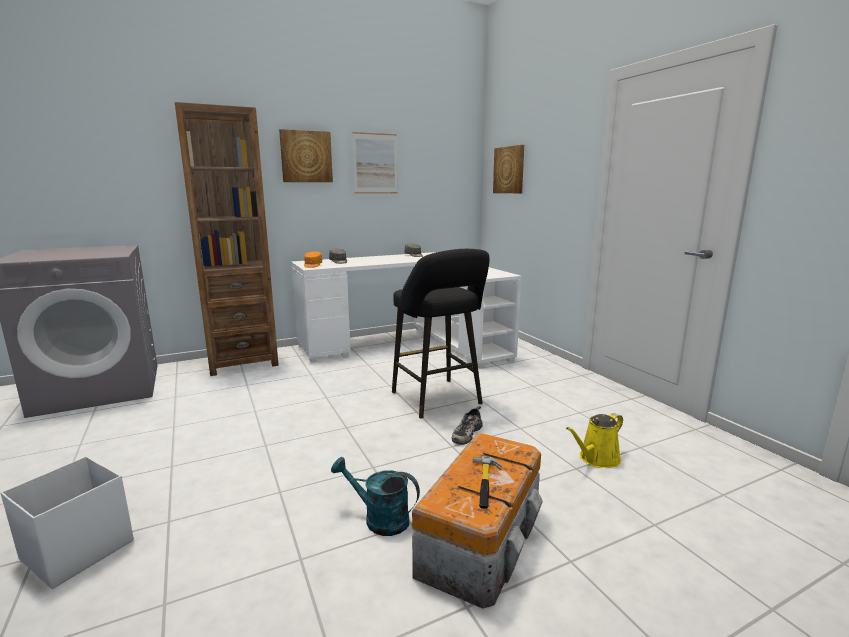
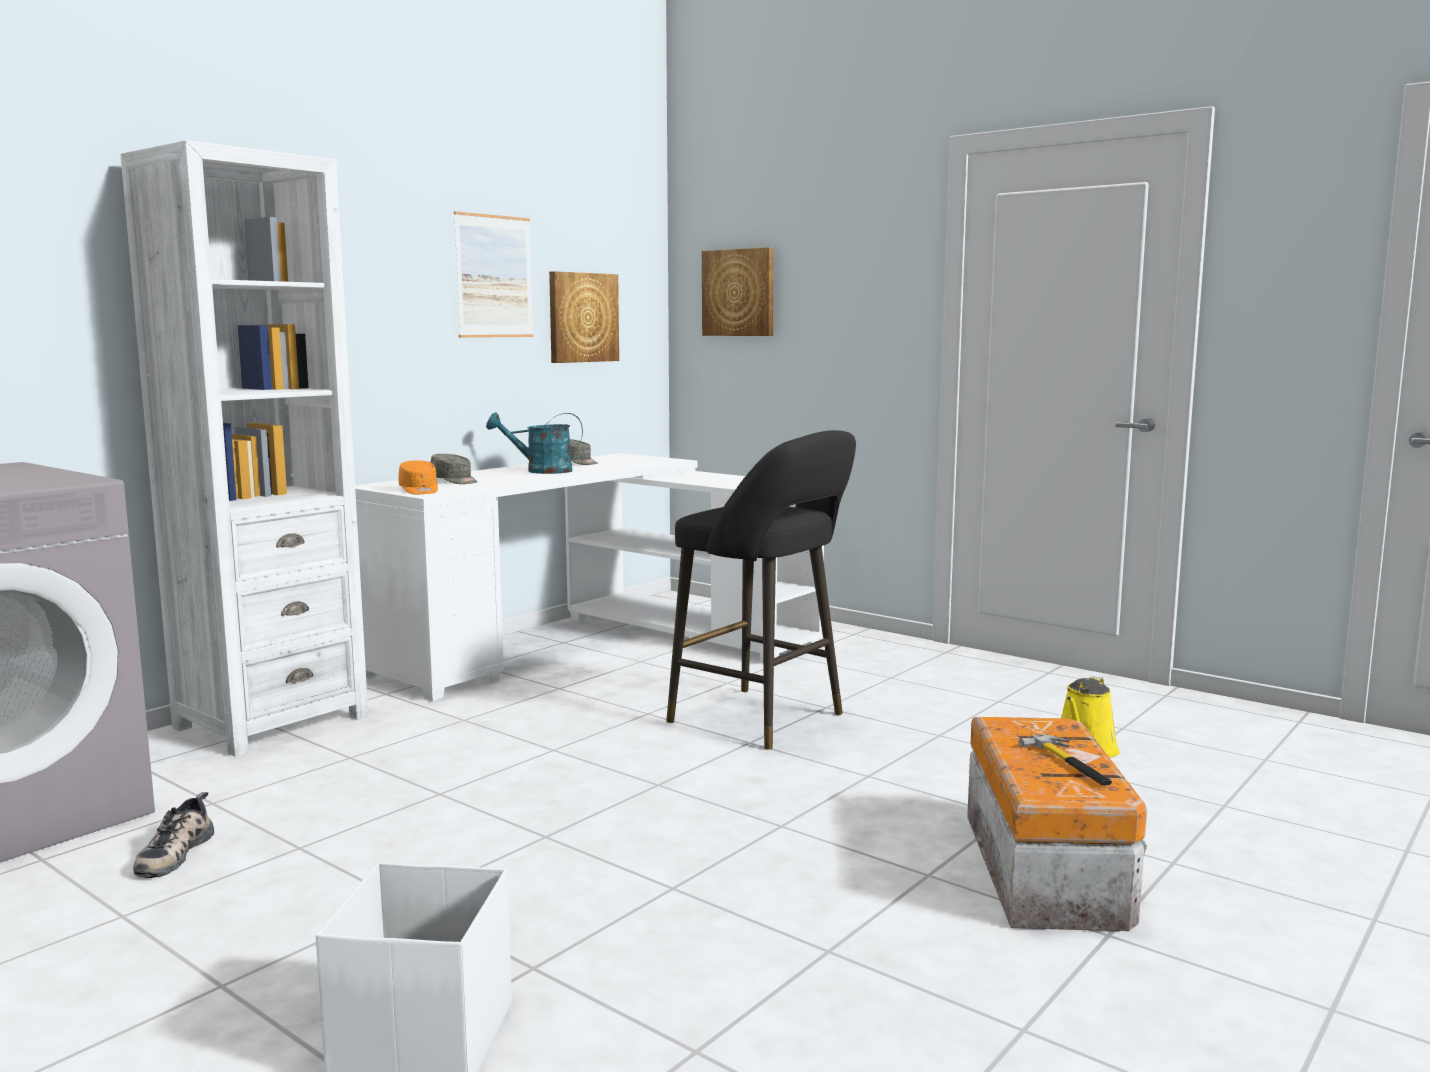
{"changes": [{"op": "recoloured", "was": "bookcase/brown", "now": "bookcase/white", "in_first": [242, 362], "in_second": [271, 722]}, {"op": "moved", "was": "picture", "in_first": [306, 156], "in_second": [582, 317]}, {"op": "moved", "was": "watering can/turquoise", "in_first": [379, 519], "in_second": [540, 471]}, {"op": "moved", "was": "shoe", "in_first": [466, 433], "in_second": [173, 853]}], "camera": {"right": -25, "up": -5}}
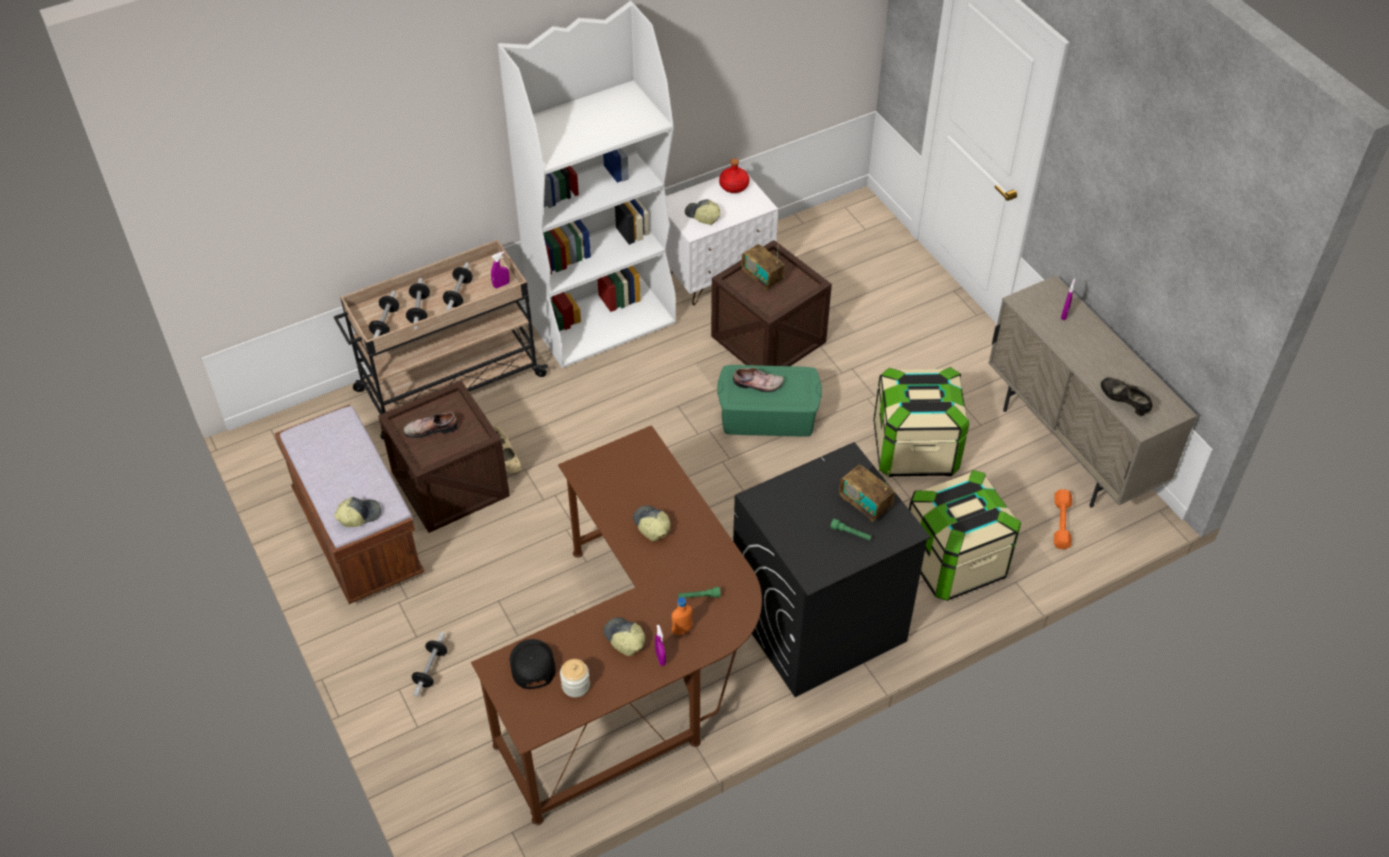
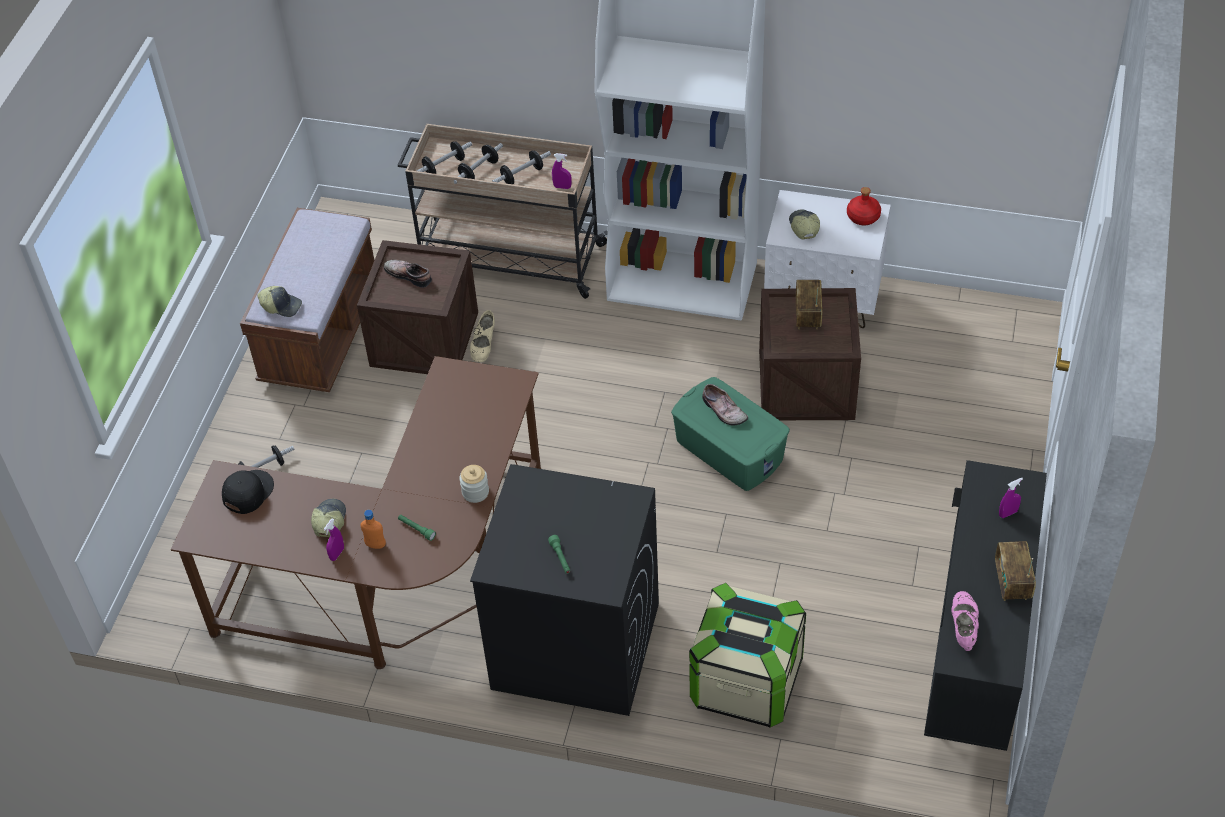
{"changes": [{"op": "moved", "was": "jar", "in_first": [575, 685], "in_second": [475, 492]}, {"op": "removed", "was": "cap", "in_first": [651, 526]}, {"op": "moved", "was": "radio", "in_first": [865, 504], "in_second": [1012, 582]}, {"op": "removed", "was": "storage box", "in_first": [914, 449]}, {"op": "recoloured", "was": "cabinet/beige", "now": "cabinet/black", "in_first": [1069, 447], "in_second": [973, 663]}, {"op": "removed", "was": "dumbbell/orange", "in_first": [1061, 523]}, {"op": "recoloured", "was": "shoe/black", "now": "shoe/pink", "in_first": [1123, 403], "in_second": [963, 628]}], "camera": {"right": 45, "up": 0}}
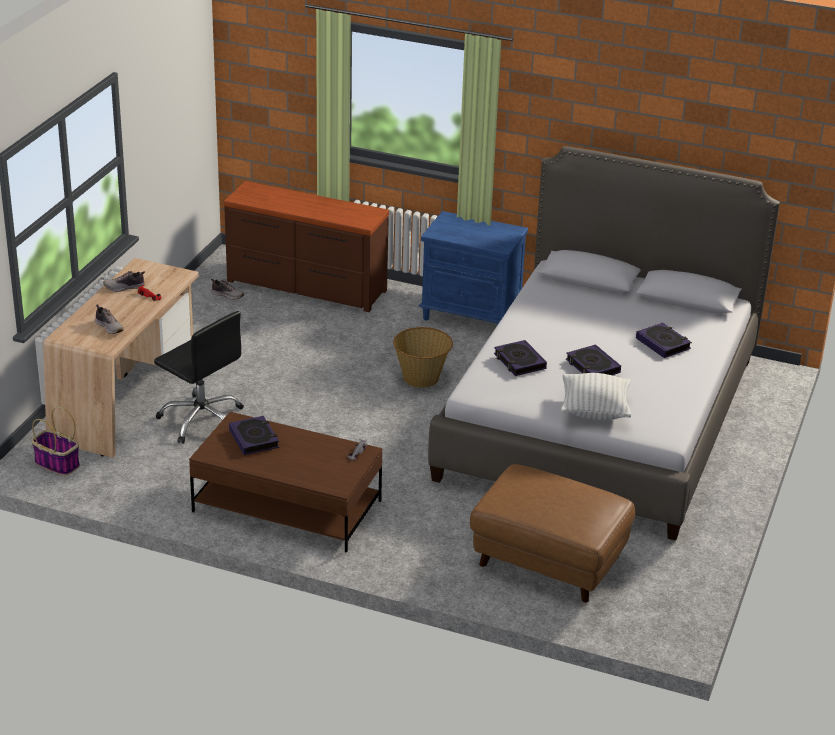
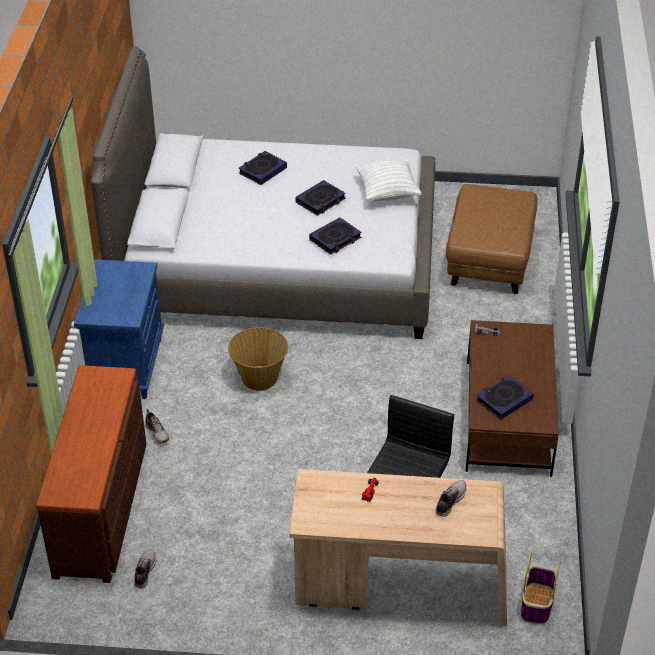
{"changes": [{"op": "moved", "was": "shoe", "in_first": [125, 287], "in_second": [157, 433]}], "camera": {"right": -105, "up": 10}}
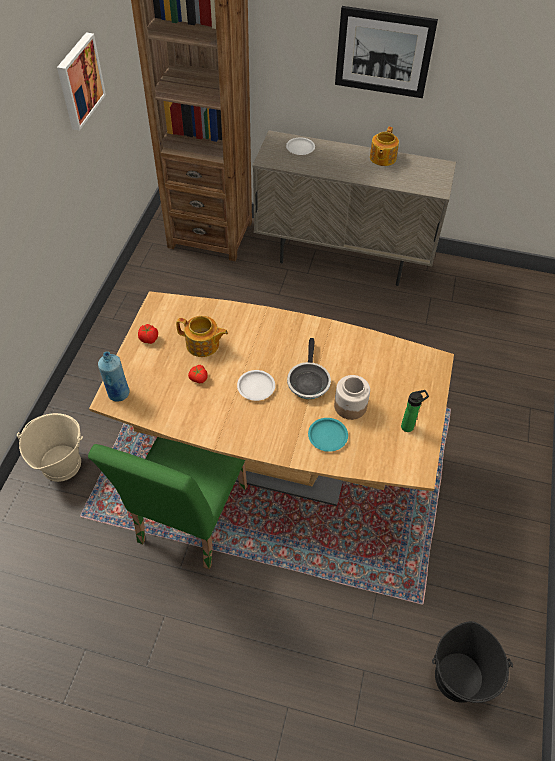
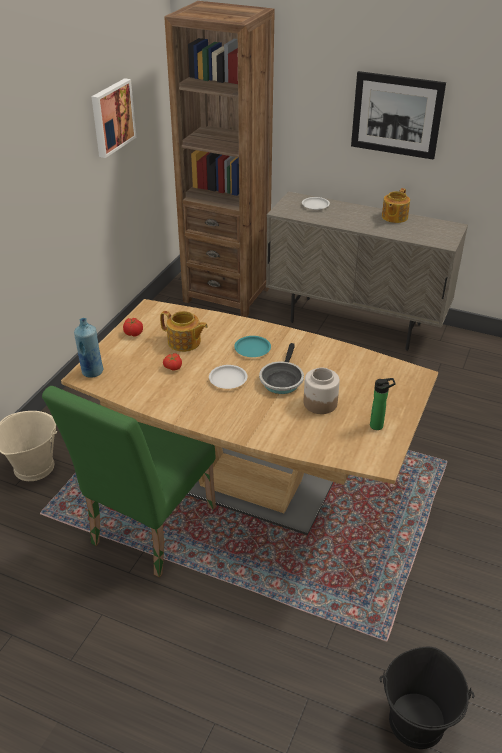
{"changes": [{"op": "moved", "was": "plate/turquoise", "in_first": [327, 436], "in_second": [252, 349]}], "camera": {"right": 10, "up": -15}}
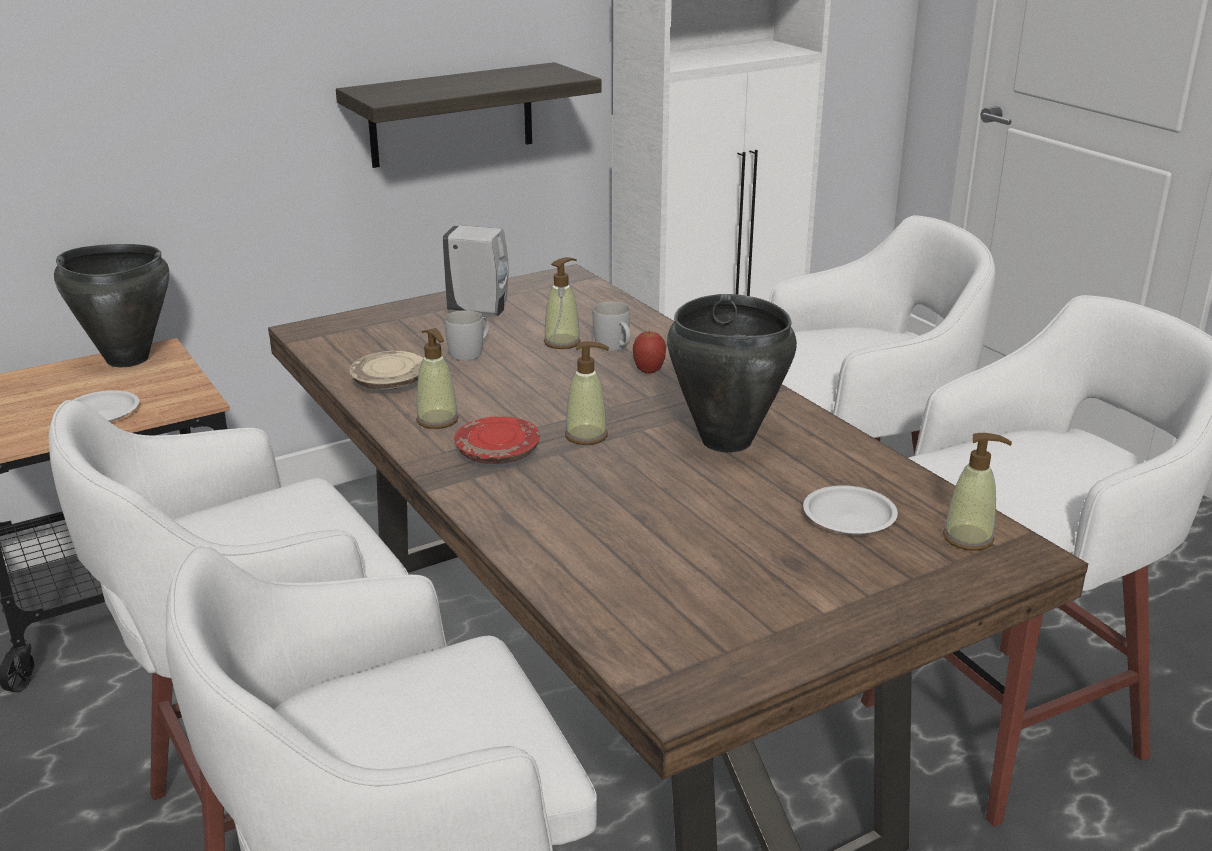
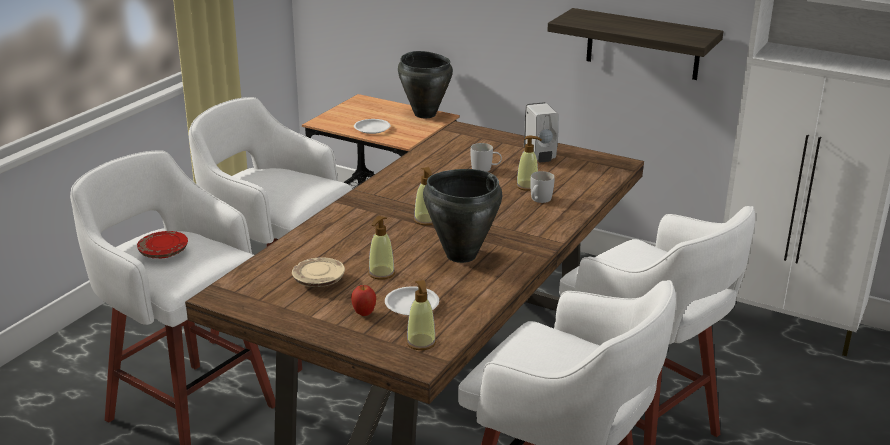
{"changes": [{"op": "moved", "was": "plate/beige", "in_first": [389, 383], "in_second": [318, 281]}, {"op": "moved", "was": "soap dispenser", "in_first": [437, 420], "in_second": [381, 273]}, {"op": "moved", "was": "plate/red", "in_first": [498, 454], "in_second": [163, 253]}, {"op": "moved", "was": "apple", "in_first": [648, 371], "in_second": [364, 314]}], "camera": {"right": 60, "up": 0}}
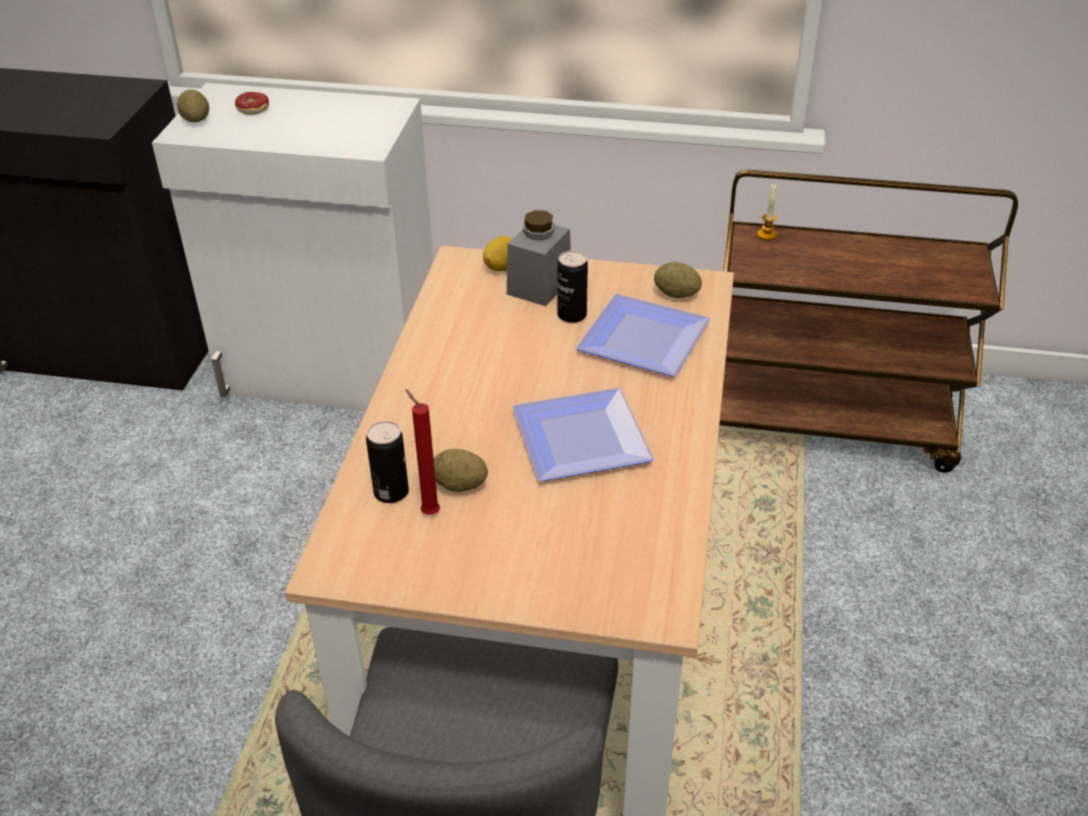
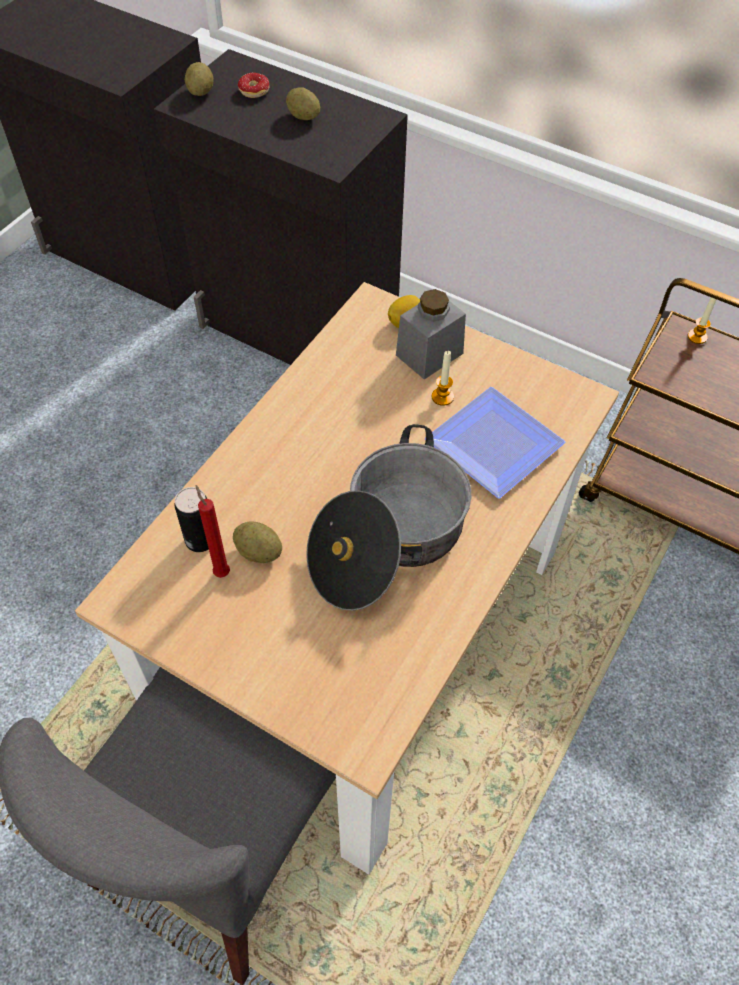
{"changes": [{"op": "recoloured", "was": "cabinet/white", "now": "cabinet/black", "in_first": [332, 373], "in_second": [298, 329]}, {"op": "replaced", "was": "plate", "now": "cooking pot", "in_first": [586, 441], "in_second": [387, 541]}, {"op": "replaced", "was": "can", "now": "candle", "in_first": [572, 315], "in_second": [442, 397]}, {"op": "moved", "was": "potato", "in_first": [676, 294], "in_second": [303, 117]}], "camera": {"right": 20, "up": 15}}
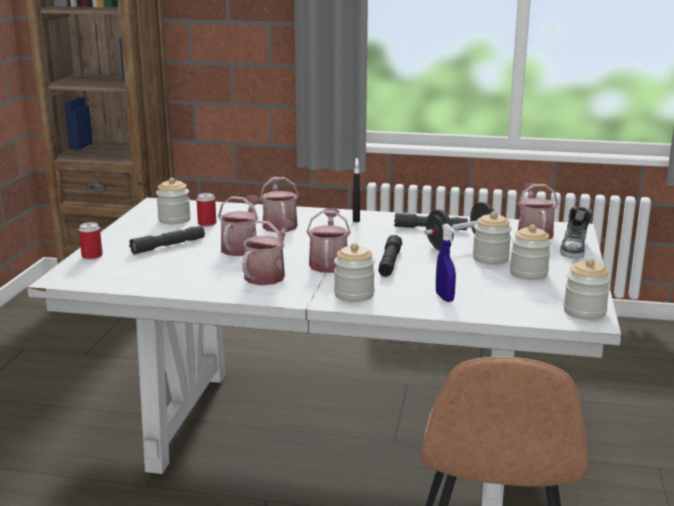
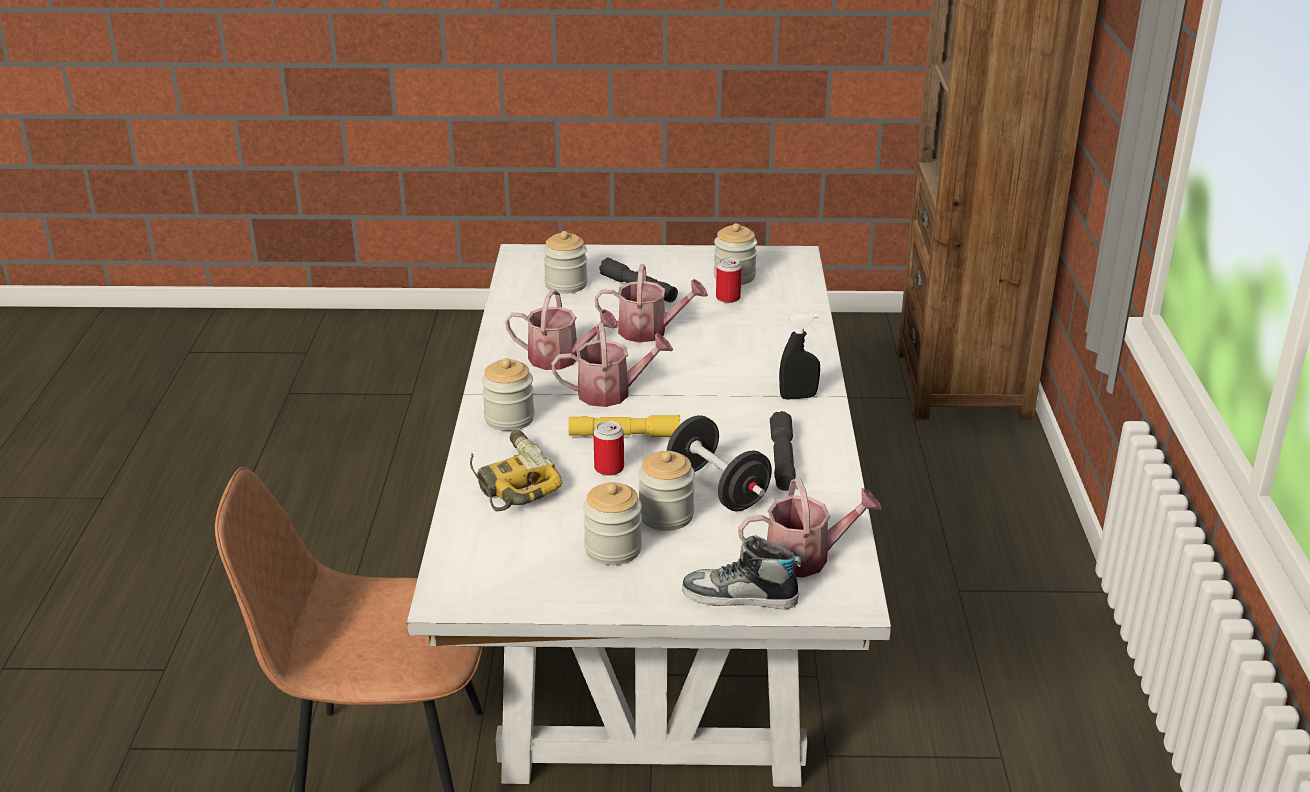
{"changes": [{"op": "moved", "was": "can", "in_first": [92, 256], "in_second": [609, 468]}, {"op": "removed", "was": "watering can", "in_first": [279, 224]}, {"op": "recoloured", "was": "flashlight/black", "now": "flashlight/yellow", "in_first": [389, 263], "in_second": [624, 435]}, {"op": "replaced", "was": "spray bottle/blue", "now": "power drill", "in_first": [444, 297], "in_second": [510, 481]}, {"op": "moved", "was": "jar", "in_first": [584, 312], "in_second": [566, 284]}], "camera": {"right": 80, "up": 10}}
